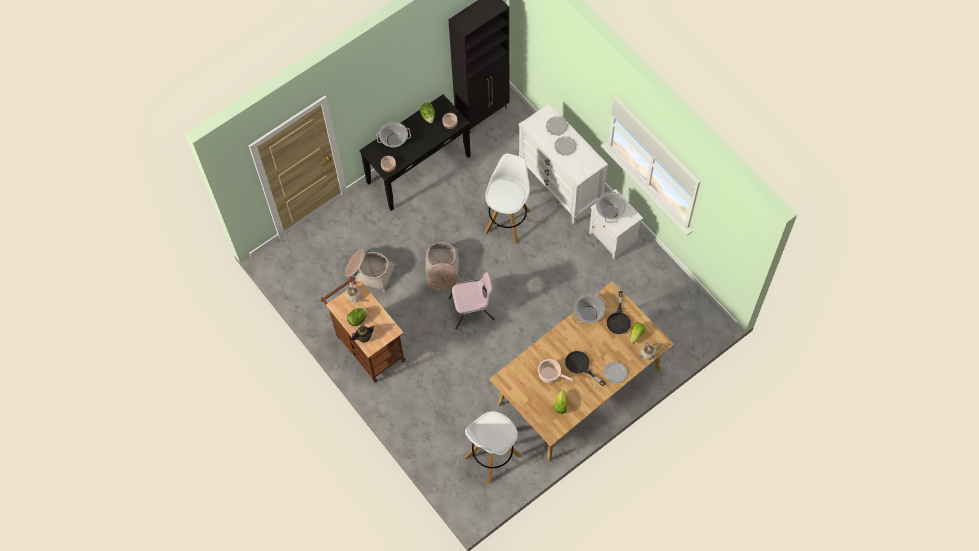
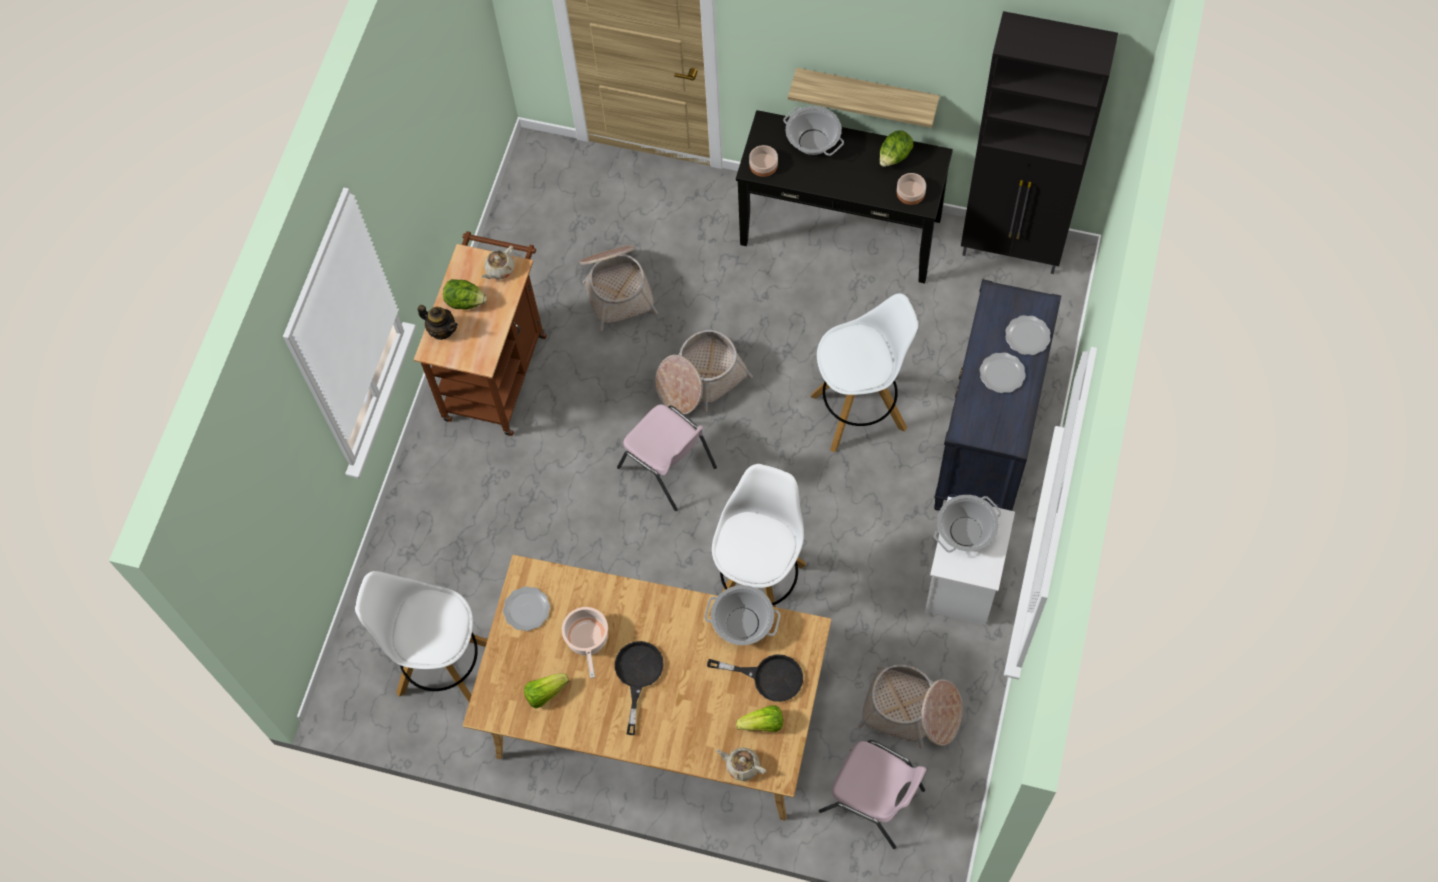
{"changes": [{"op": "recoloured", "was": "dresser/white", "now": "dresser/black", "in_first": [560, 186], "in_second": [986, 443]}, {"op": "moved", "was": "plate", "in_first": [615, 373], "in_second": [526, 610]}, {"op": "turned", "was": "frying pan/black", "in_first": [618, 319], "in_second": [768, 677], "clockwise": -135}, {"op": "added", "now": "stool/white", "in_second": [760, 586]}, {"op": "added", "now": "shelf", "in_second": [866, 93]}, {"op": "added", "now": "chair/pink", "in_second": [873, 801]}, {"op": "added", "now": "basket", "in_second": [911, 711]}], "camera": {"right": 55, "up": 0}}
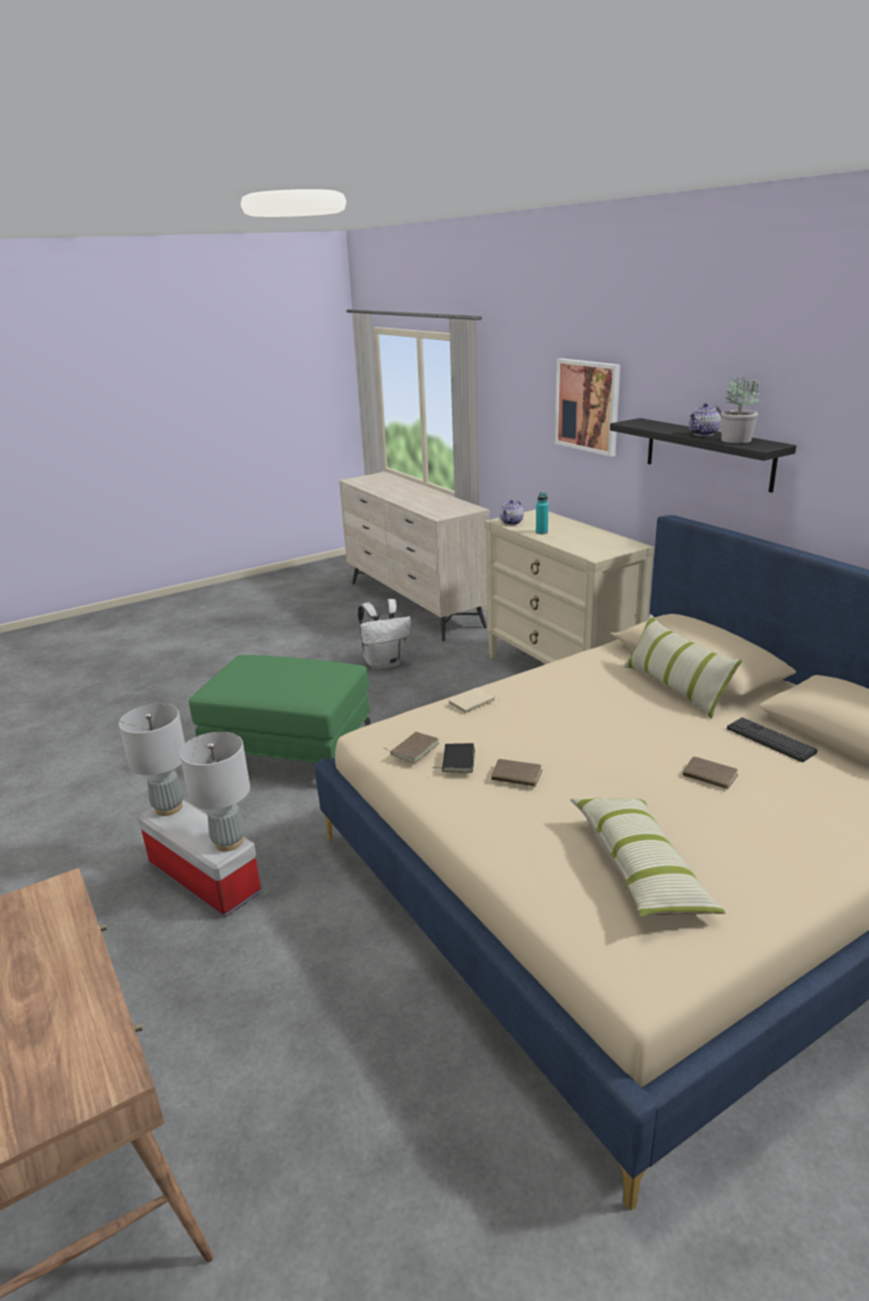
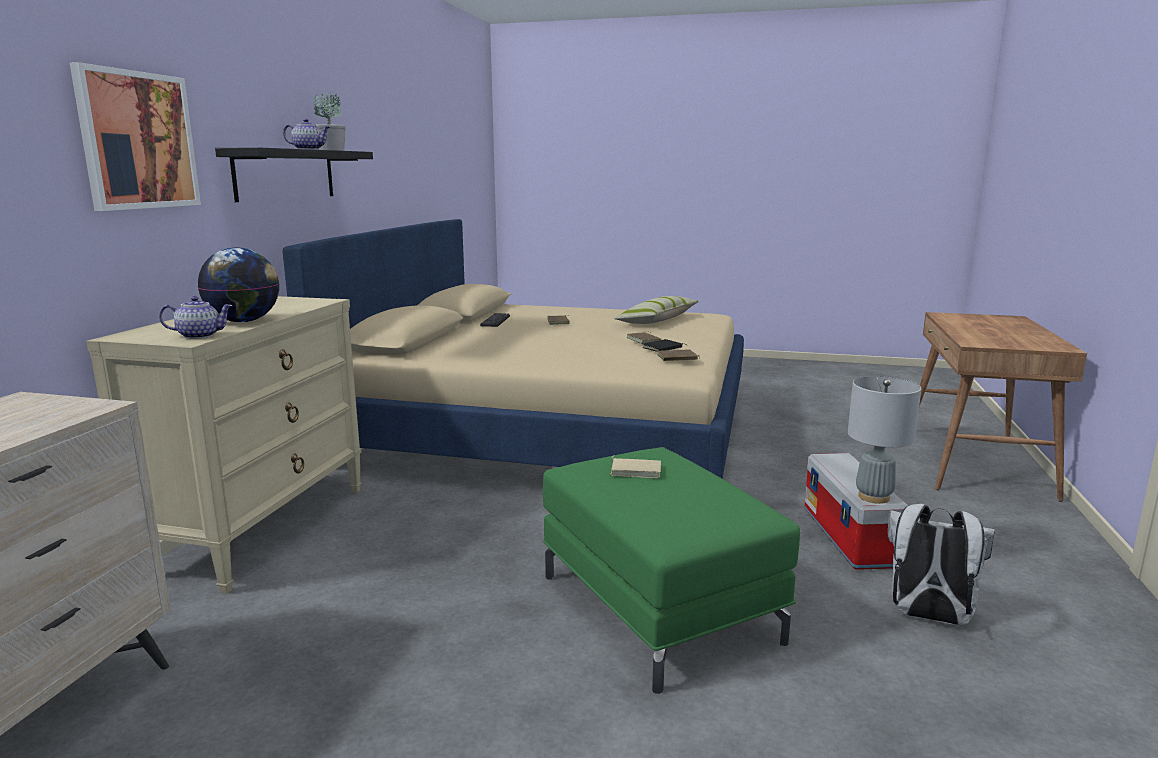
{"changes": [{"op": "removed", "was": "table lamp/grey", "in_first": [229, 842]}, {"op": "moved", "was": "backpack/white", "in_first": [385, 663], "in_second": [927, 617]}, {"op": "moved", "was": "book/beige", "in_first": [472, 703], "in_second": [636, 470]}, {"op": "replaced", "was": "bottle/turquoise", "now": "globe", "in_first": [541, 532], "in_second": [244, 321]}, {"op": "removed", "was": "pillow", "in_first": [675, 688]}], "camera": {"right": -135, "up": -10}}
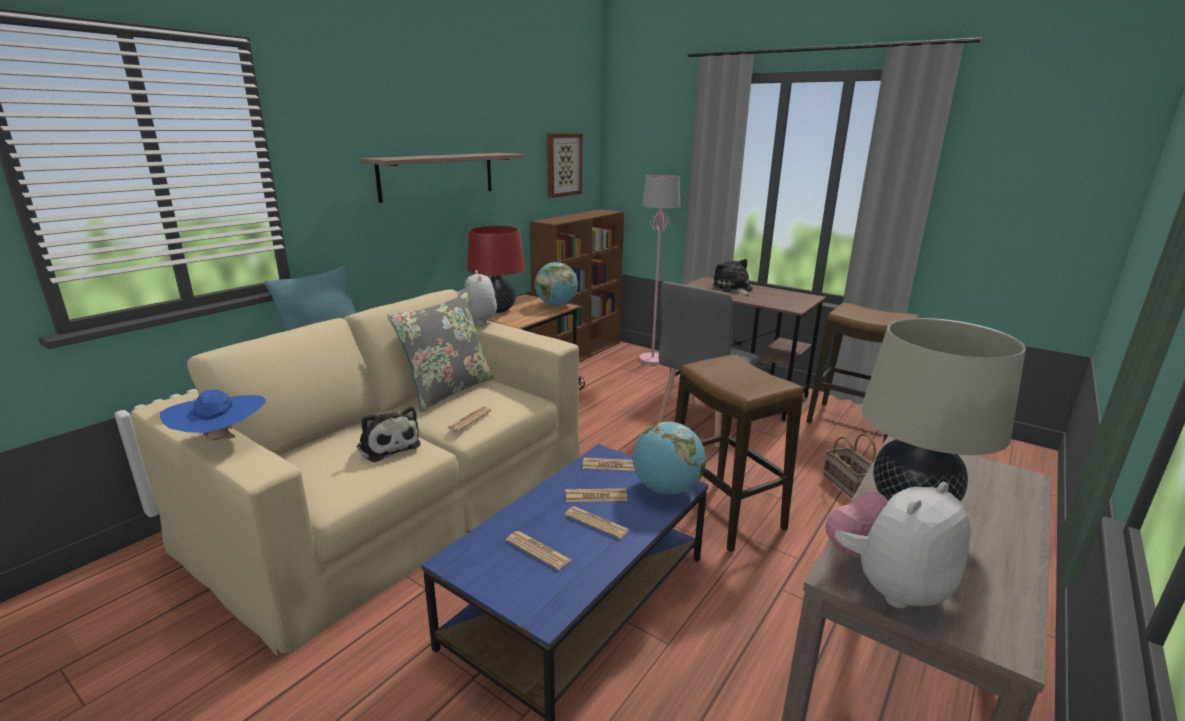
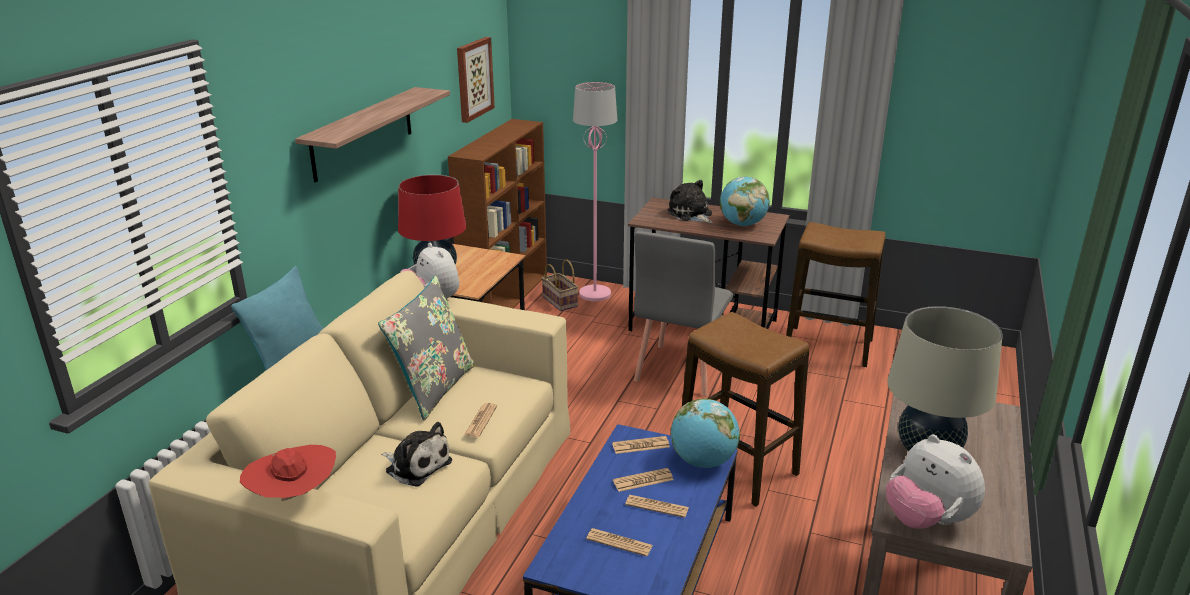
{"changes": [{"op": "recoloured", "was": "hat/blue", "now": "hat/red", "in_first": [222, 441], "in_second": [294, 498]}, {"op": "moved", "was": "globe", "in_first": [556, 305], "in_second": [742, 224]}, {"op": "moved", "was": "basket", "in_first": [849, 485], "in_second": [561, 302]}, {"op": "turned", "was": "plush toy", "in_first": [887, 585], "in_second": [927, 520], "clockwise": -75}], "camera": {"right": -15, "up": 5}}
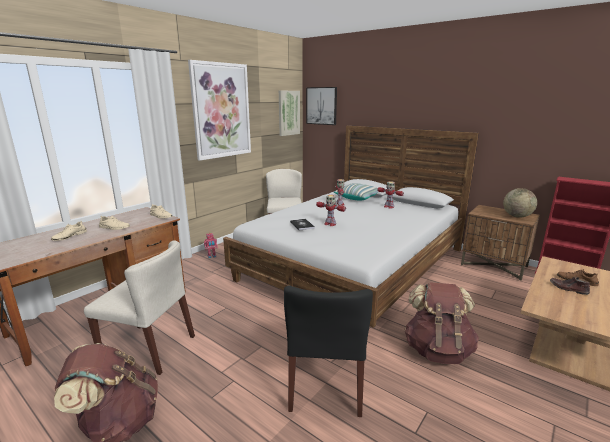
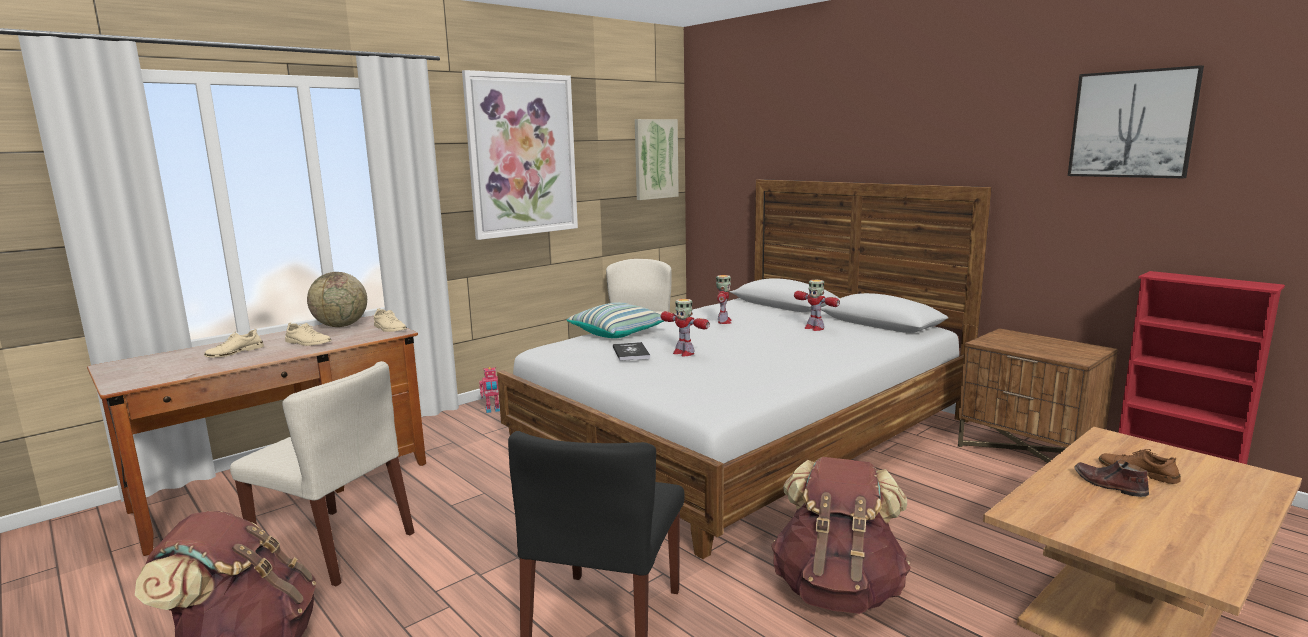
{"changes": [{"op": "moved", "was": "picture", "in_first": [321, 106], "in_second": [1132, 124]}, {"op": "moved", "was": "pillow", "in_first": [357, 198], "in_second": [618, 333]}, {"op": "moved", "was": "globe", "in_first": [517, 216], "in_second": [341, 326]}], "camera": {"right": 10, "up": -5}}
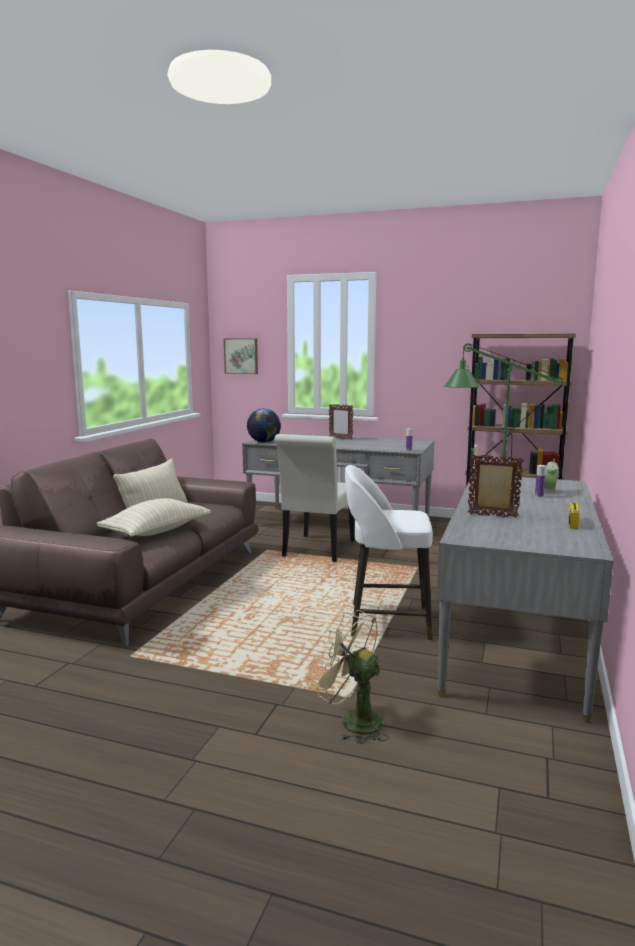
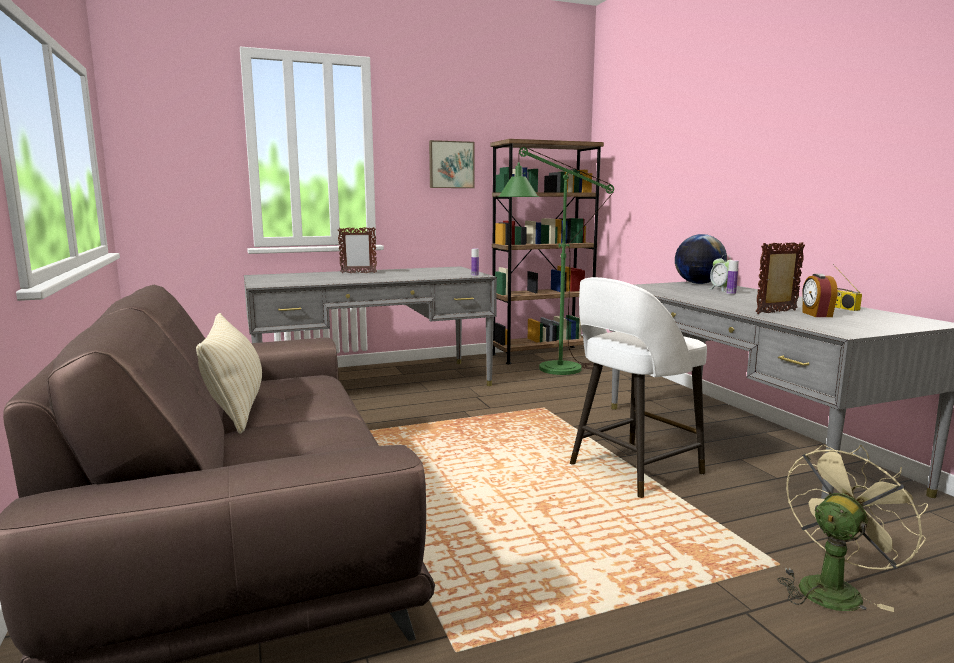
{"changes": [{"op": "removed", "was": "pillow/beige", "in_first": [156, 532]}, {"op": "moved", "was": "picture", "in_first": [241, 356], "in_second": [451, 164]}, {"op": "moved", "was": "globe", "in_first": [263, 442], "in_second": [698, 283]}, {"op": "removed", "was": "chair/white", "in_first": [317, 550]}, {"op": "turned", "was": "fan/beige", "in_first": [352, 720], "in_second": [833, 588], "clockwise": 150}, {"op": "added", "now": "alarm clock", "in_second": [816, 314]}], "camera": {"right": -40, "up": 0}}
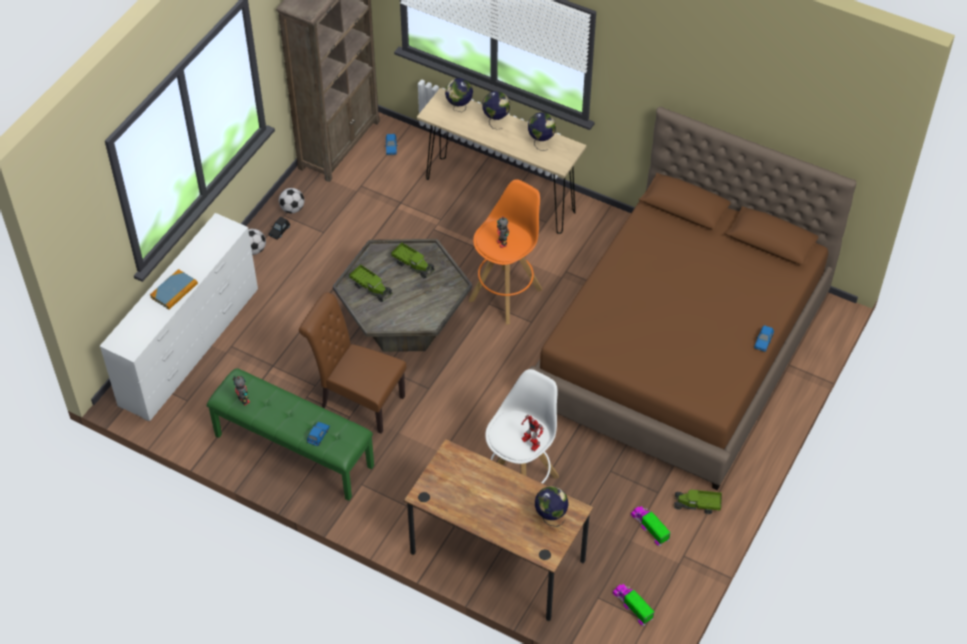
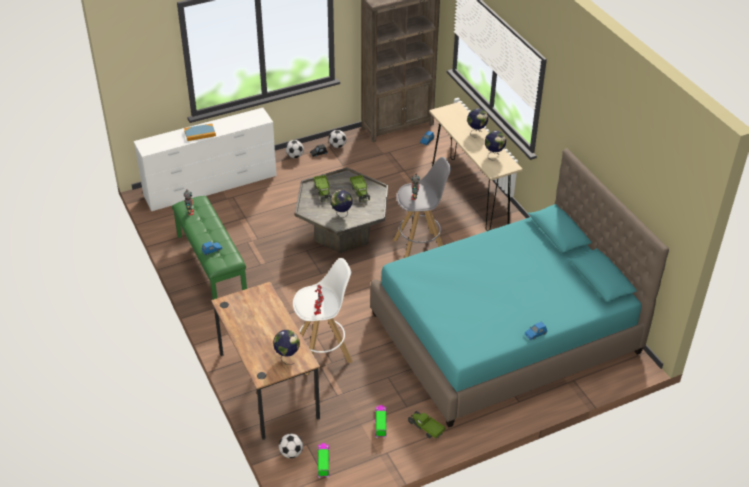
{"changes": [{"op": "removed", "was": "chair/brown", "in_first": [357, 400]}, {"op": "moved", "was": "globe", "in_first": [459, 108], "in_second": [341, 214]}, {"op": "recoloured", "was": "stool/orange", "now": "stool/grey", "in_first": [506, 294], "in_second": [420, 247]}, {"op": "recoloured", "was": "bed/brown", "now": "bed/turquoise", "in_first": [681, 349], "in_second": [505, 333]}, {"op": "added", "now": "football", "in_second": [291, 453]}], "camera": {"right": 35, "up": -10}}
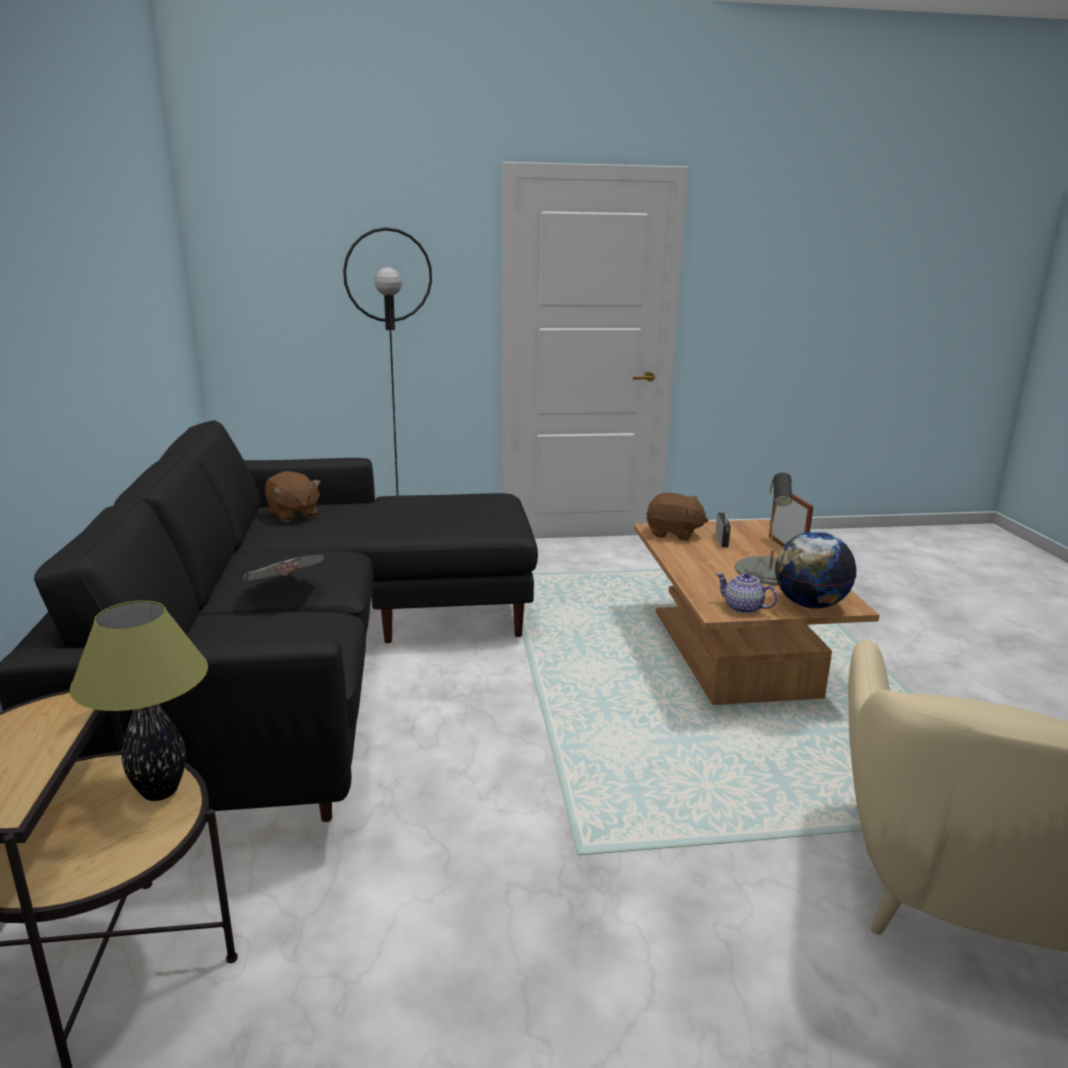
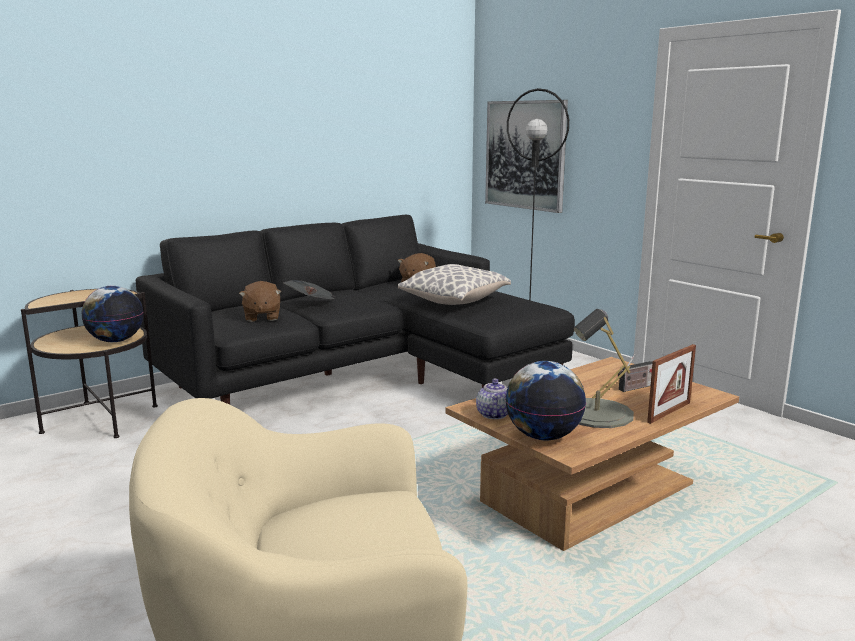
{"changes": [{"op": "replaced", "was": "table lamp", "now": "globe", "in_first": [159, 792], "in_second": [116, 341]}, {"op": "moved", "was": "plush toy/brown", "in_first": [673, 534], "in_second": [261, 317]}, {"op": "added", "now": "pillow", "in_second": [454, 301]}, {"op": "added", "now": "picture", "in_second": [525, 155]}], "camera": {"right": 60, "up": -5}}
